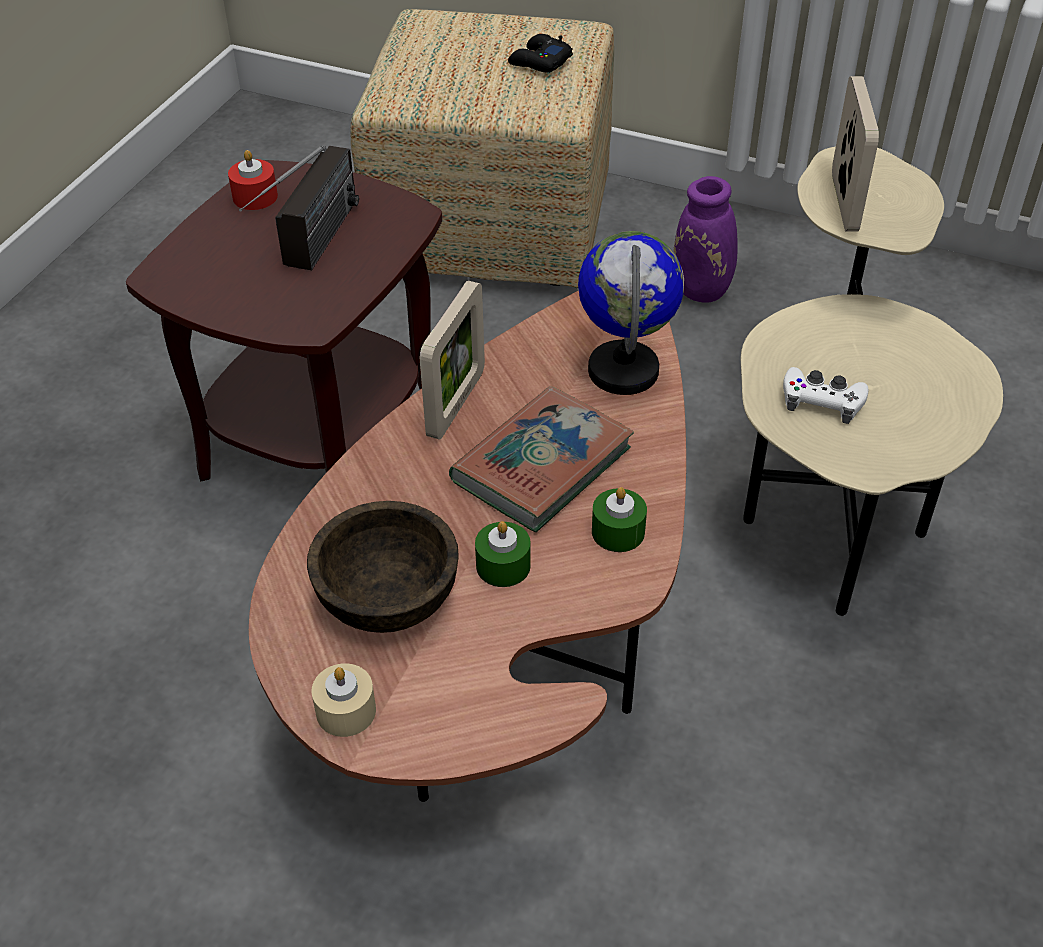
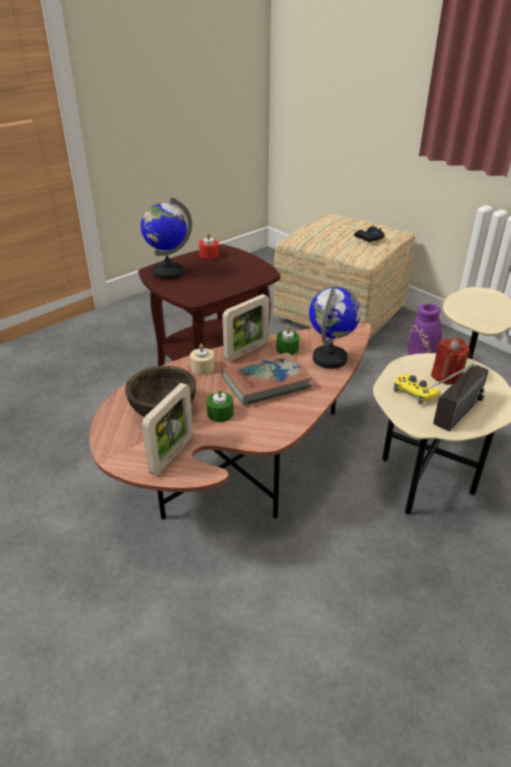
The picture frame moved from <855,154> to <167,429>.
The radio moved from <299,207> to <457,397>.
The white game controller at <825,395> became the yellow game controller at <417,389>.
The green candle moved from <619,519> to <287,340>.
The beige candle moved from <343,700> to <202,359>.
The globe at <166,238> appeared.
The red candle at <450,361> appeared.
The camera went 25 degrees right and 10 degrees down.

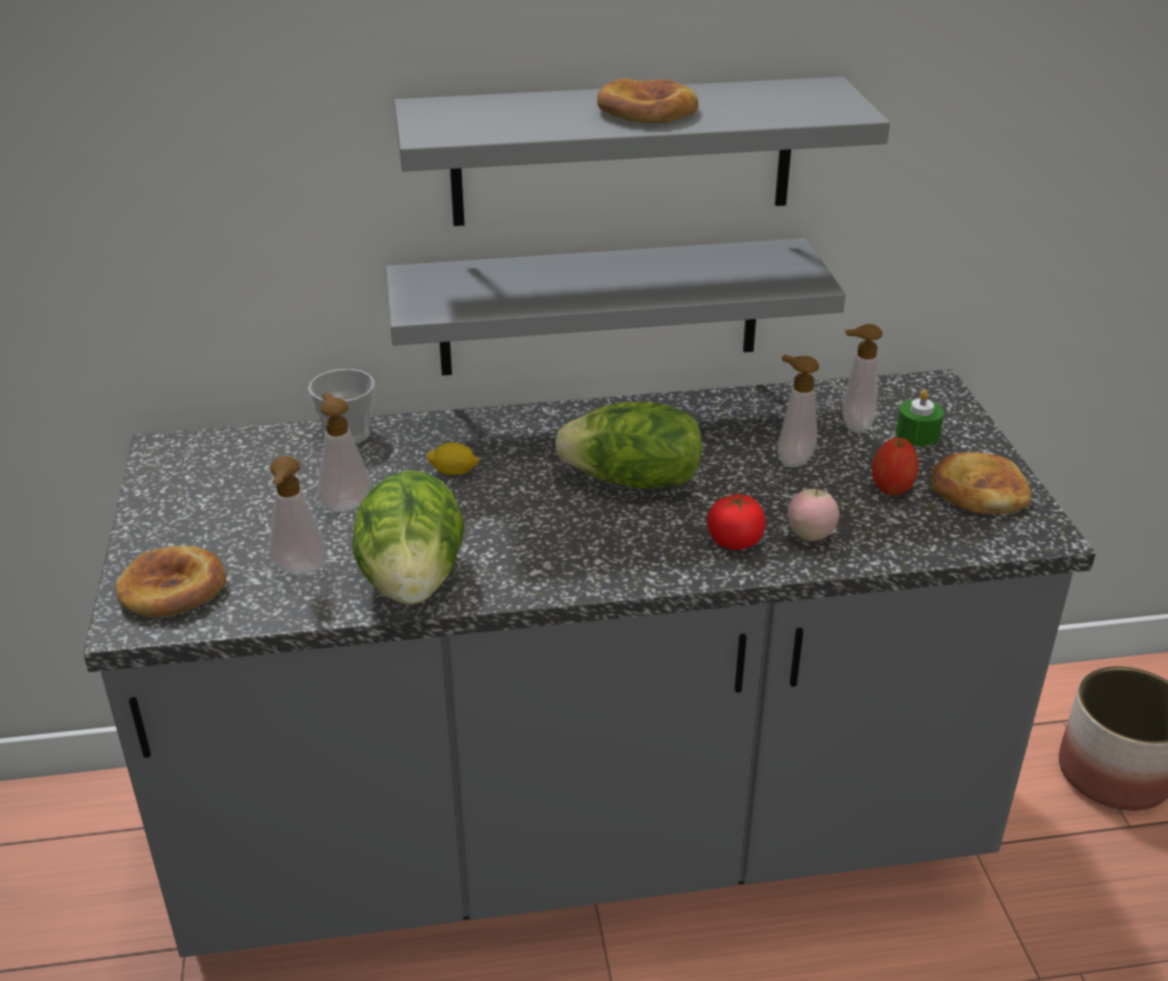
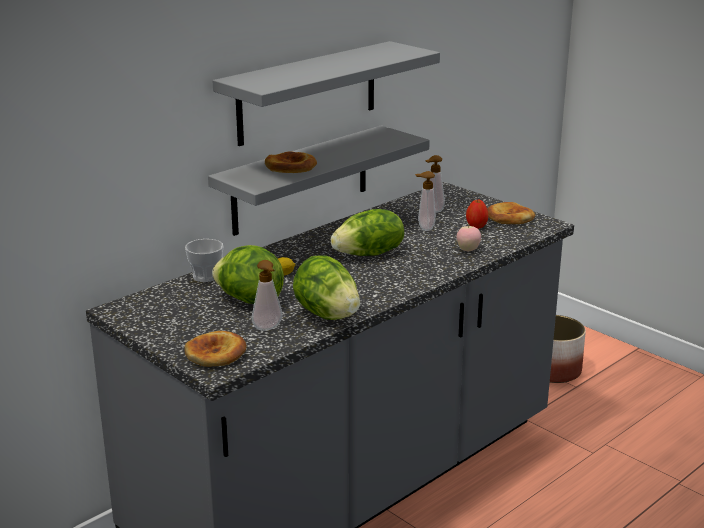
The bread moved from <647,101> to <291,162>.
The green candle at <920,417> disappeared.
The soap dispenser at <344,452> was replaced by the lettuce at <248,274>.
The tomato at <736,522> disappeared.
The camera went 35 degrees left and 10 degrees down.

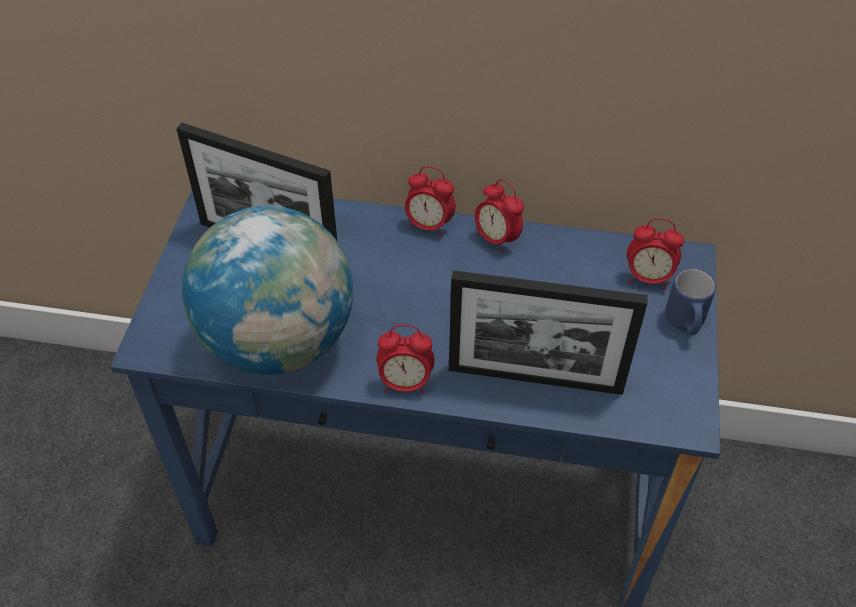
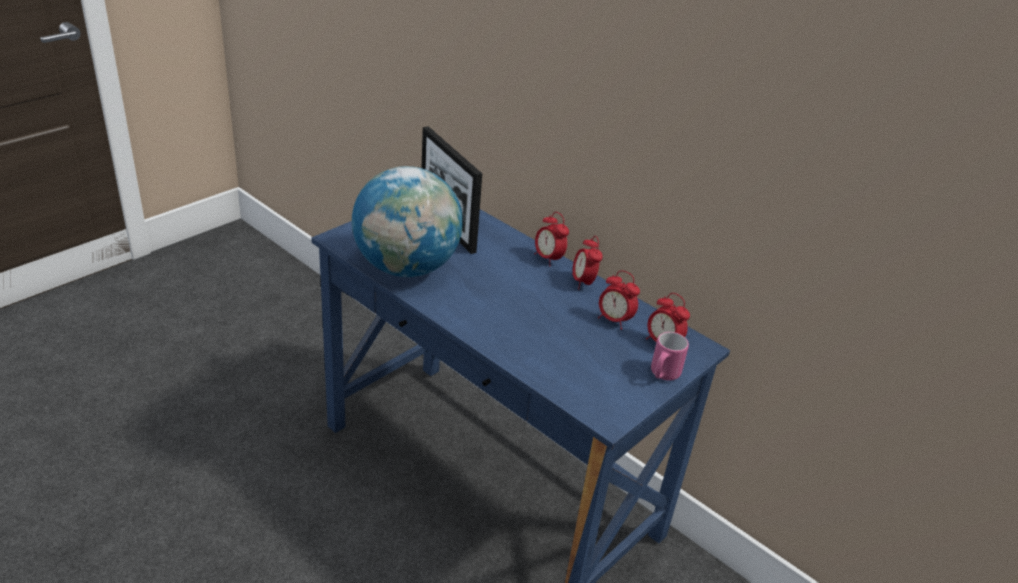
The blue mug at <690,302> became the pink mug at <670,356>.
The picture frame at <548,332> disappeared.
The alarm clock moved from <405,360> to <619,300>.
The camera went 30 degrees right and 15 degrees down.

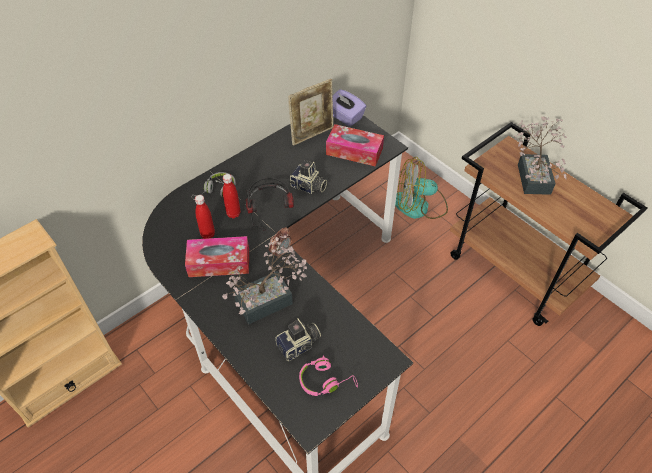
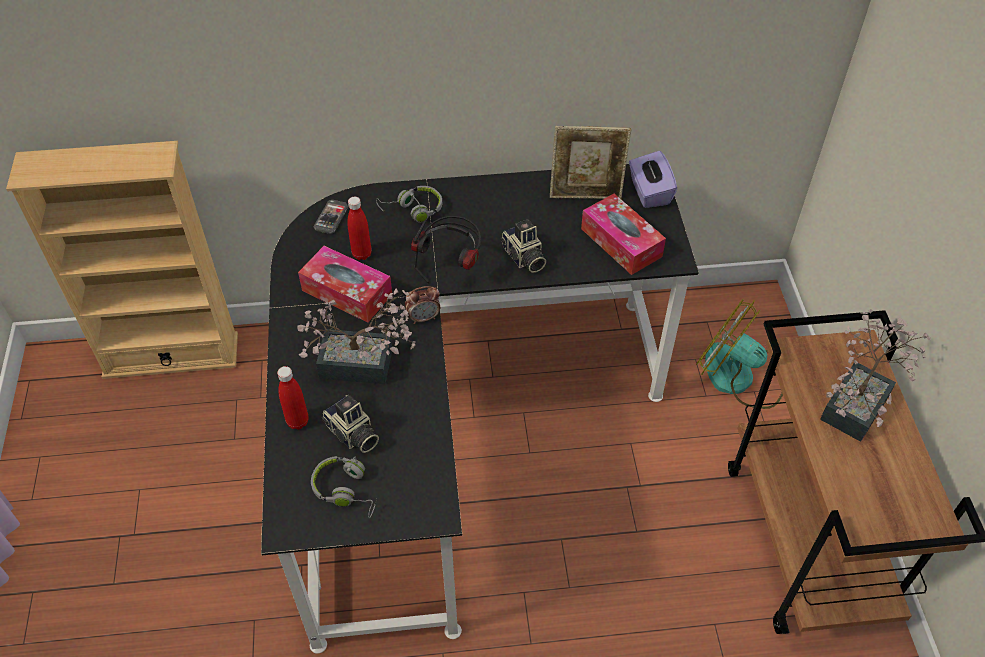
The red bottle moved from <231,196> to <293,398>.
The photo camera at <298,339> turned 45 degrees clockwise.
The pink headphones at <328,375> became the grey headphones at <344,487>.
The phone at <331,217> appeared.
The camera went 35 degrees right and 0 degrees up.

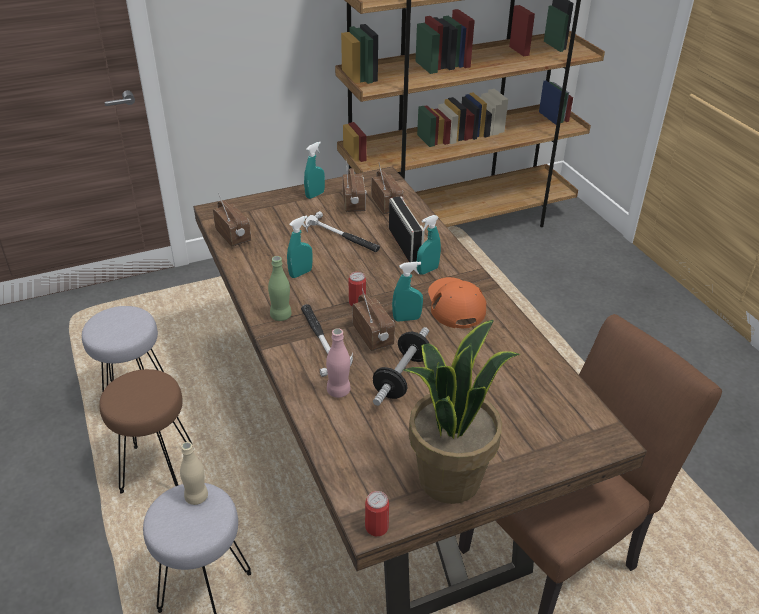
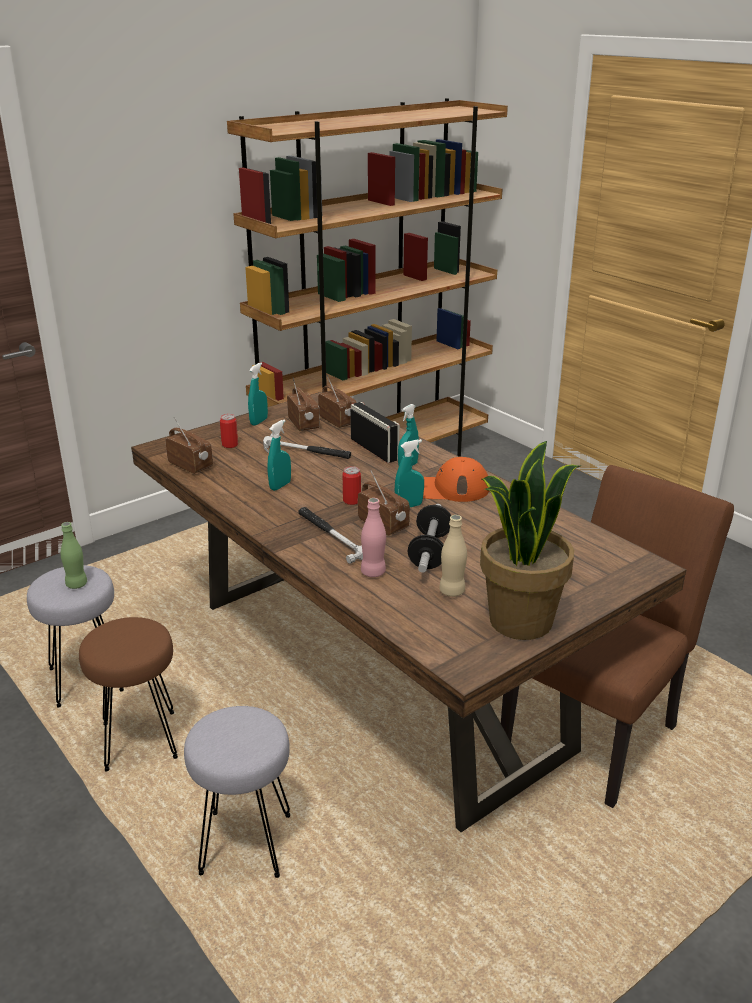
The green bottle moved from <280,288> to <74,555>.
The orange cap at <457,302> turned 60 degrees counterclockwise.
The beige bottle moved from <194,473> to <453,556>.
The can moved from <377,513> to <229,431>.
The camera went 15 degrees left and 10 degrees down.

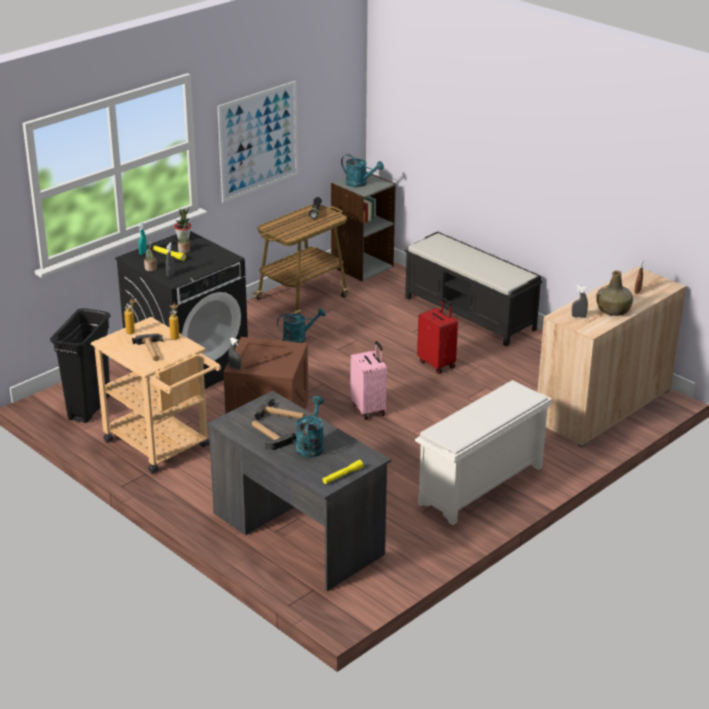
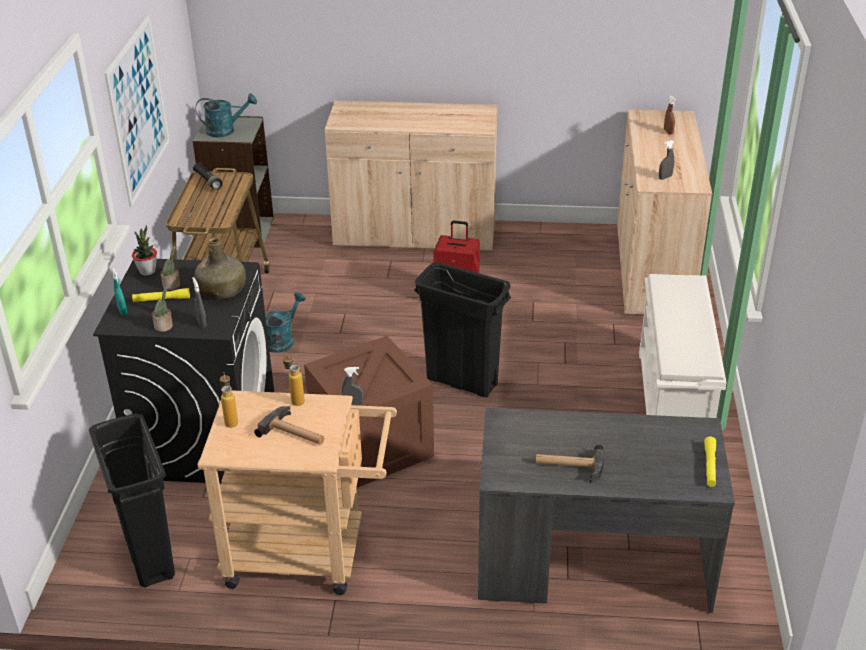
The black bench at <474,289> was replaced by the beige cabinet at <411,176>.
The green bottle moved from <614,293> to <220,268>.
The pink suitcase at <368,380> was replaced by the black trash can at <462,330>.
The turquoise watering can at <309,427> disappeared.
The hammer at <280,409> disappeared.
The camera went 40 degrees left and 5 degrees up.

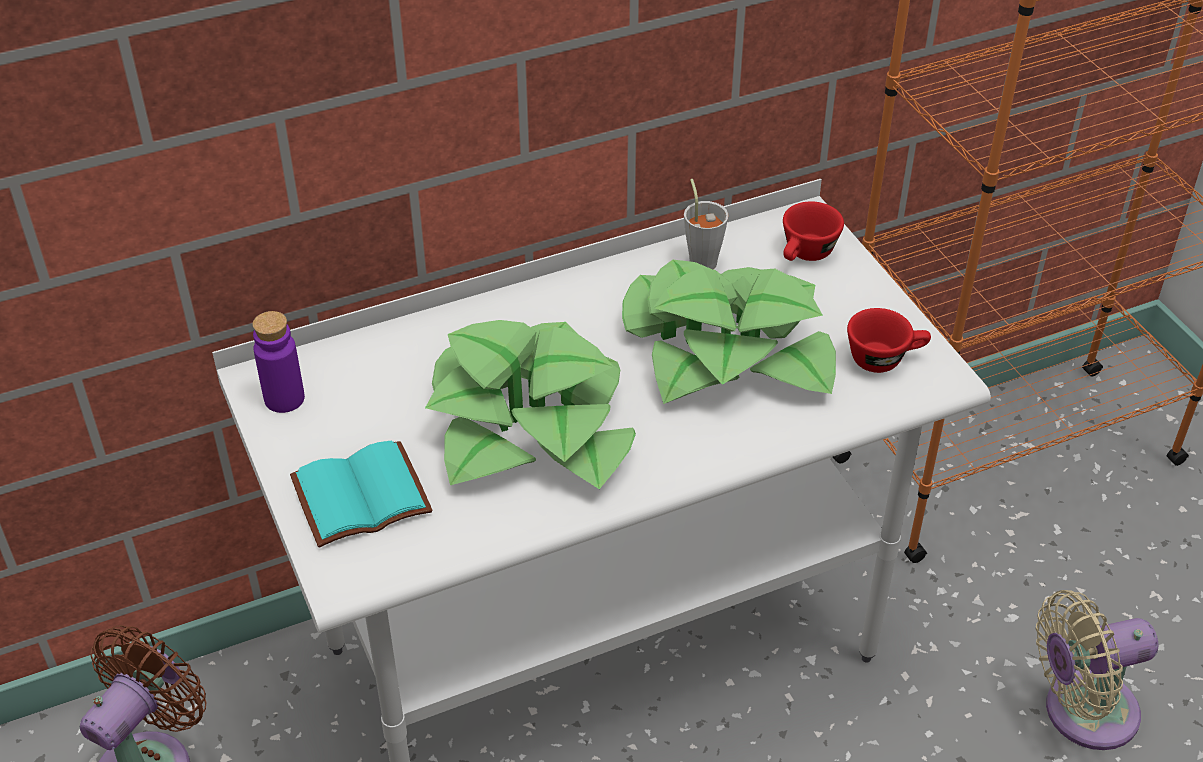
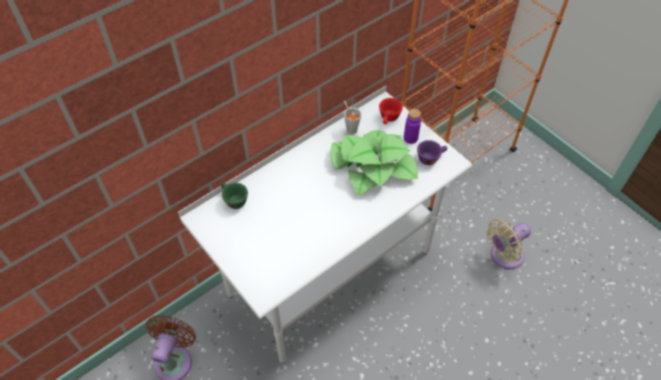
The red cup at <889,340> became the purple cup at <432,152>.
The purple bottle moved from <279,362> to <412,126>.
The potted plant at <530,404> disappeared.
The turquoise book at <361,494> disappeared.
The green cup at <234,196> appeared.
The camera went 15 degrees left and 10 degrees up.

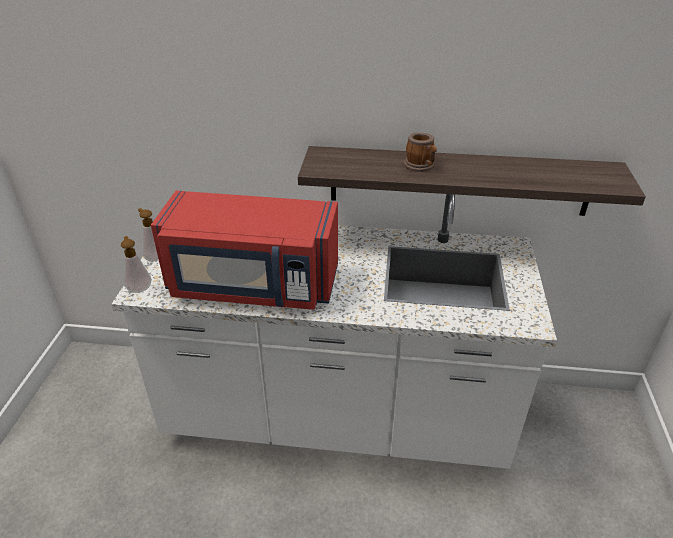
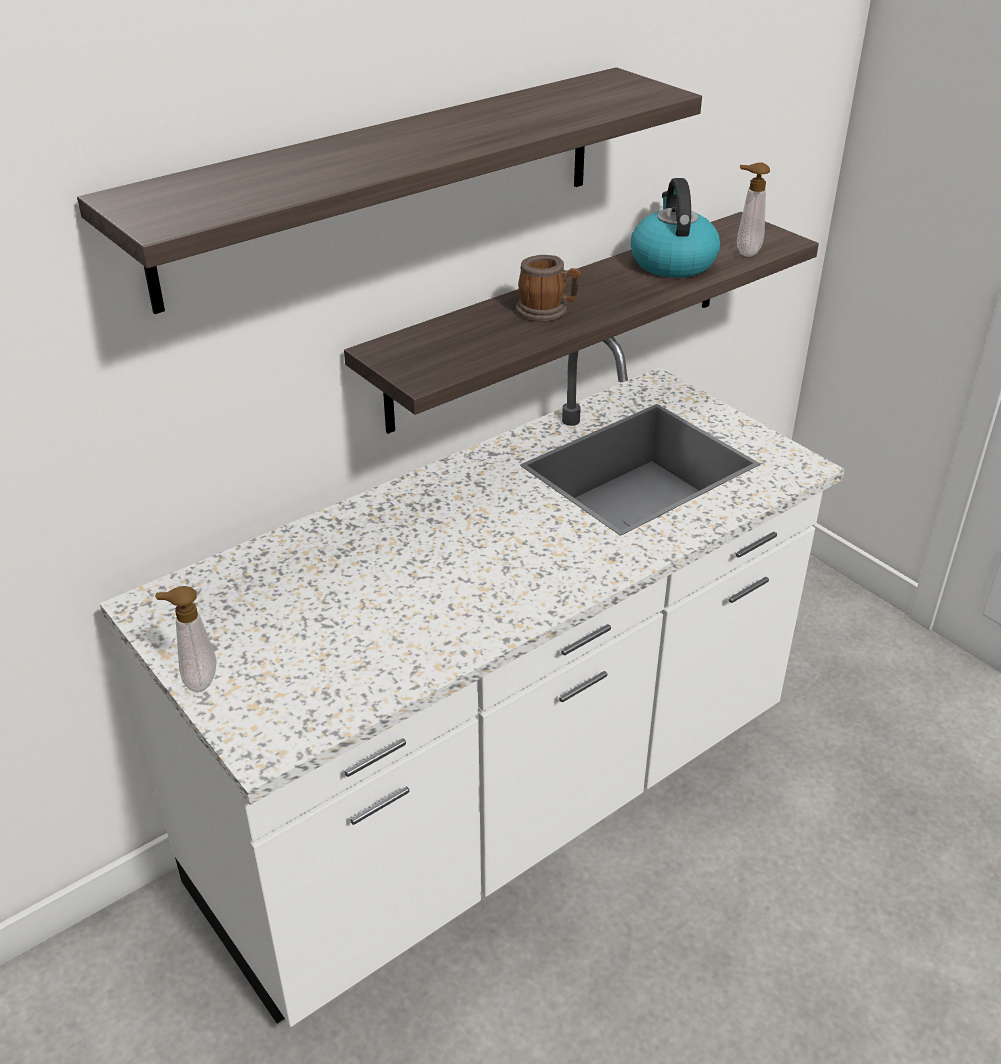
The red microwave at <244,250> disappeared.
The soap dispenser moved from <136,264> to <753,209>.
The shelf at <389,190> appeared.
The kettle at <675,228> appeared.
The camera went 45 degrees left and 0 degrees up.

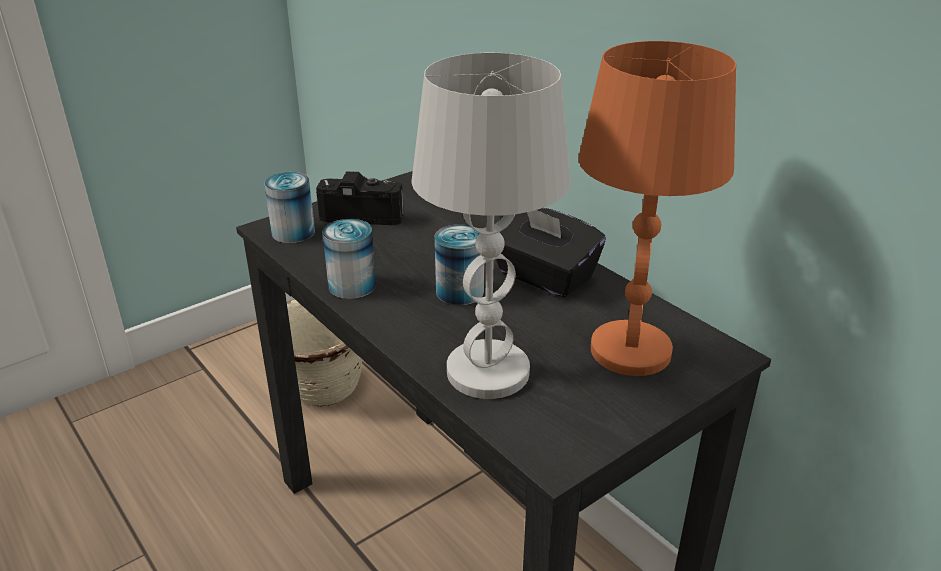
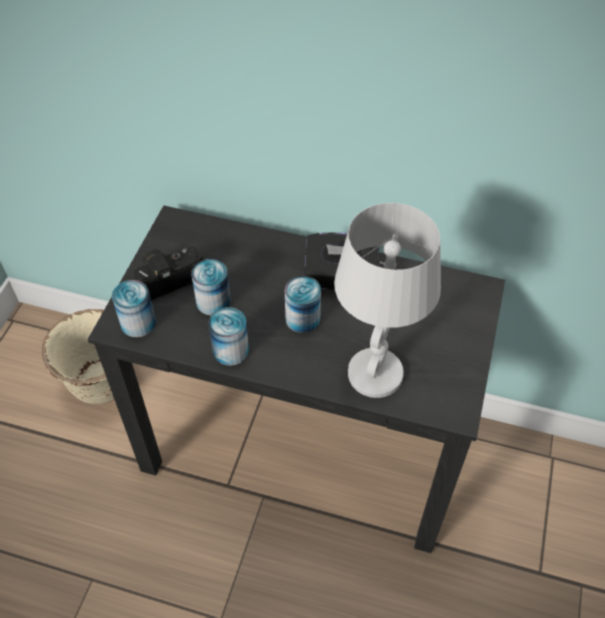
The orange table lamp at <657,208> disappeared.
The can at <211,287> appeared.
The camera went 35 degrees left and 20 degrees up.

